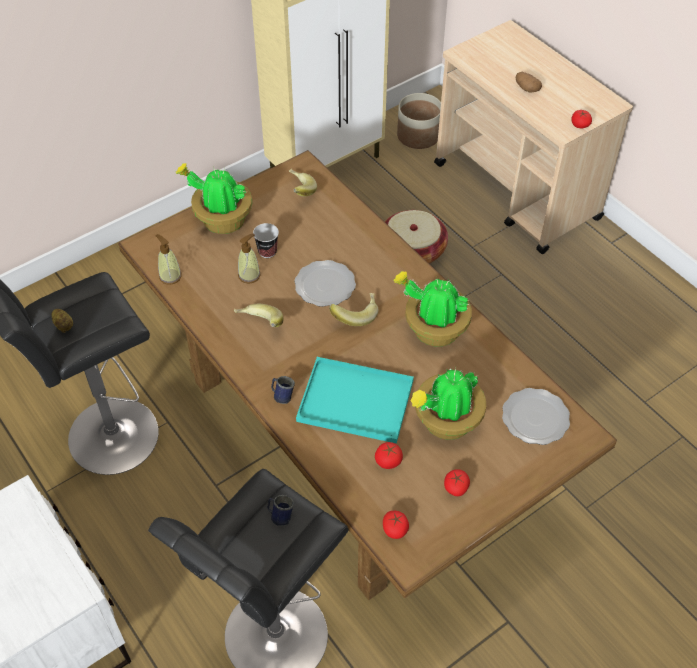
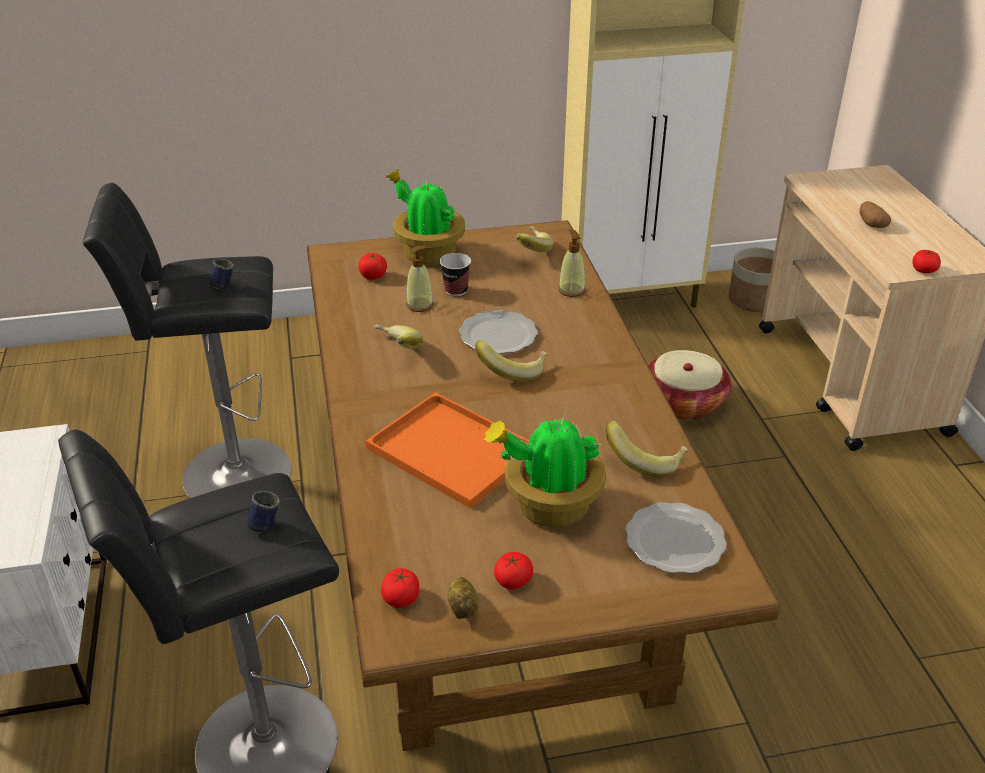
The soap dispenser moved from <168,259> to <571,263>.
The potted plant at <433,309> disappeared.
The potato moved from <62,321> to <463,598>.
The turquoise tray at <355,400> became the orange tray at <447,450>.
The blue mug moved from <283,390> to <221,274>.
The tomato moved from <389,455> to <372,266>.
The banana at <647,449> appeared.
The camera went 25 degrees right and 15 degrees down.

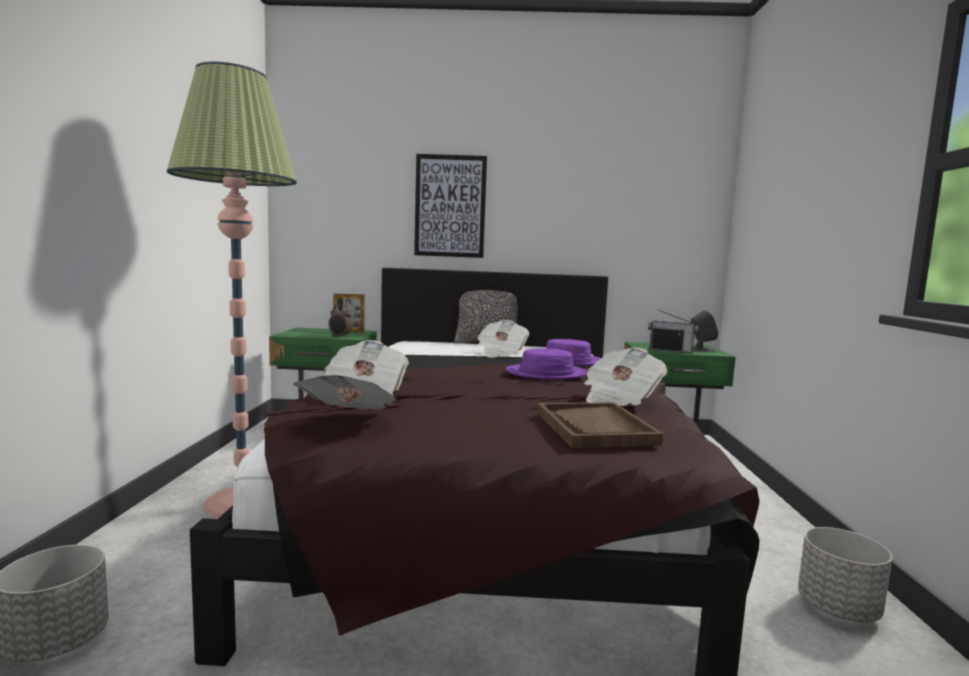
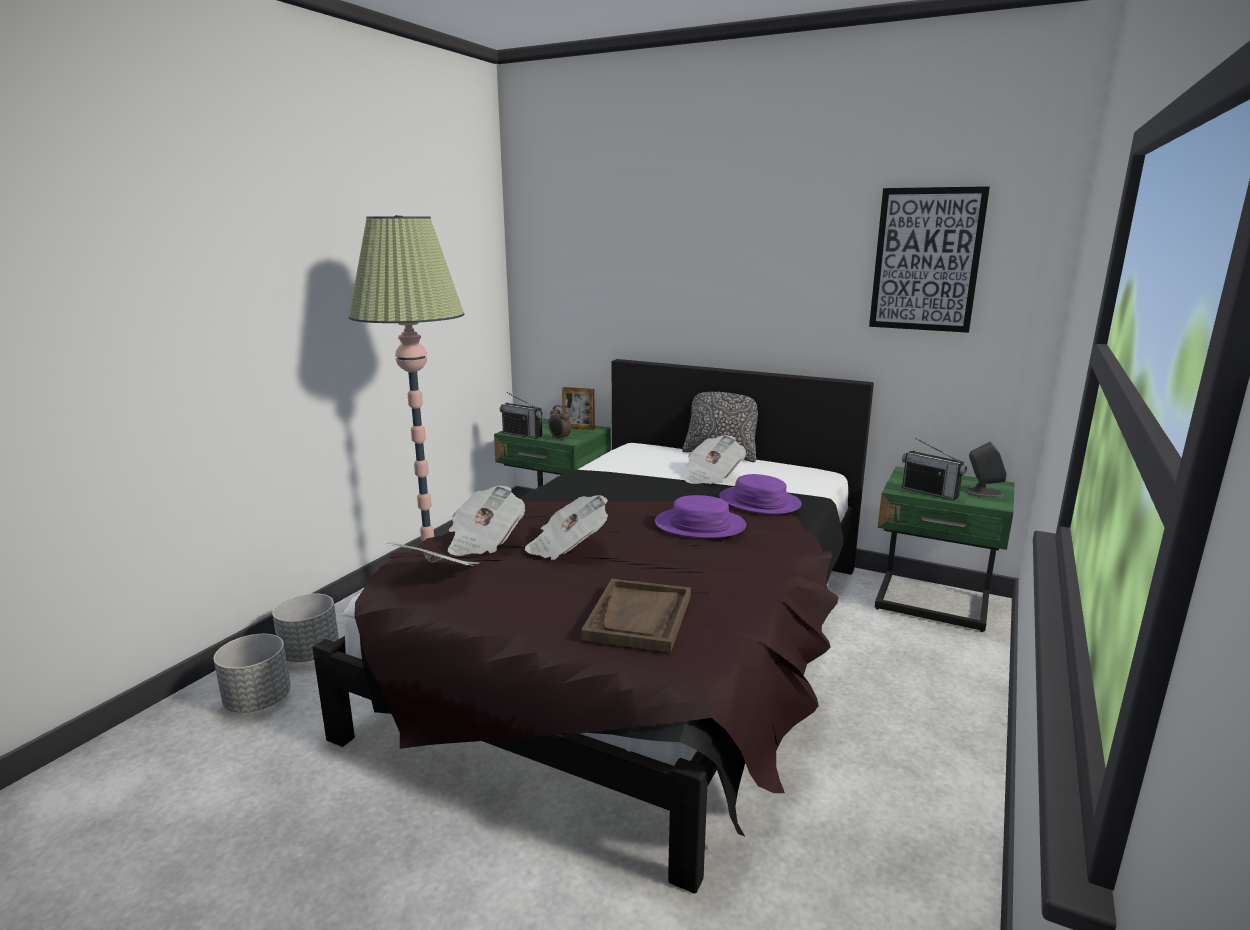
The picture moved from <450,206> to <929,259>.
The newspaper moved from <625,377> to <566,527>.
The grey planter moved from <845,574> to <305,627>.
The radio at <521,415> appeared.
The camera went 25 degrees right and 10 degrees up.

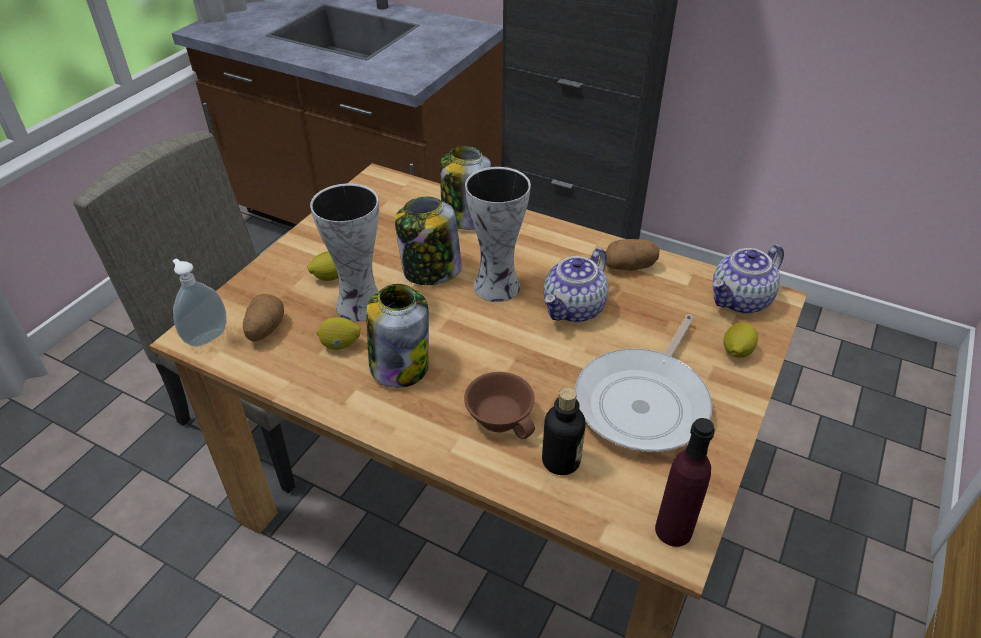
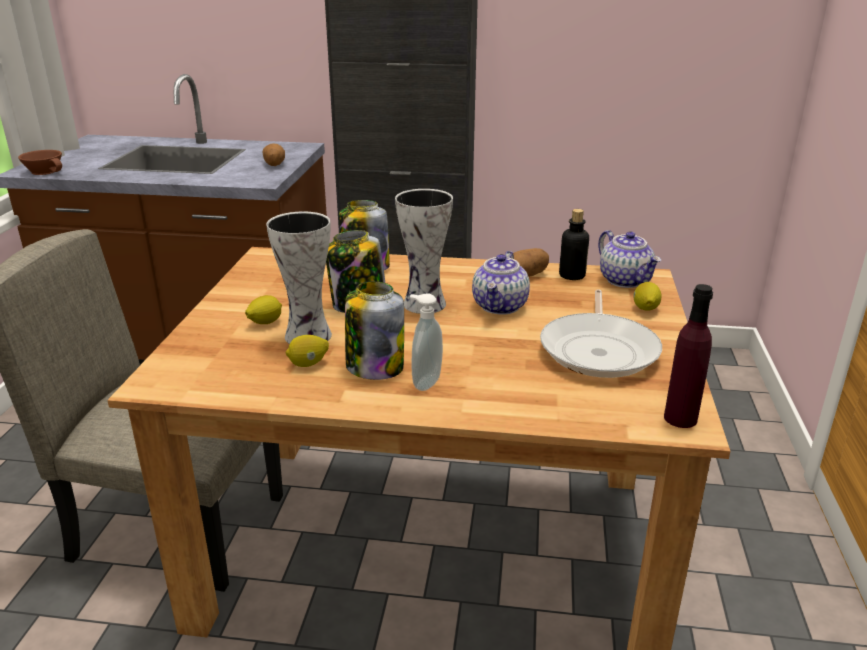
The teapot at <748,279> turned 60 degrees counterclockwise.
The soap dispenser moved from <200,302> to <426,342>.
The potato moved from <263,318> to <274,154>.
The brown cup moved from <499,405> to <40,162>.
The bottle moved from <563,431> to <574,244>.
The camera went 20 degrees left and 15 degrees down.

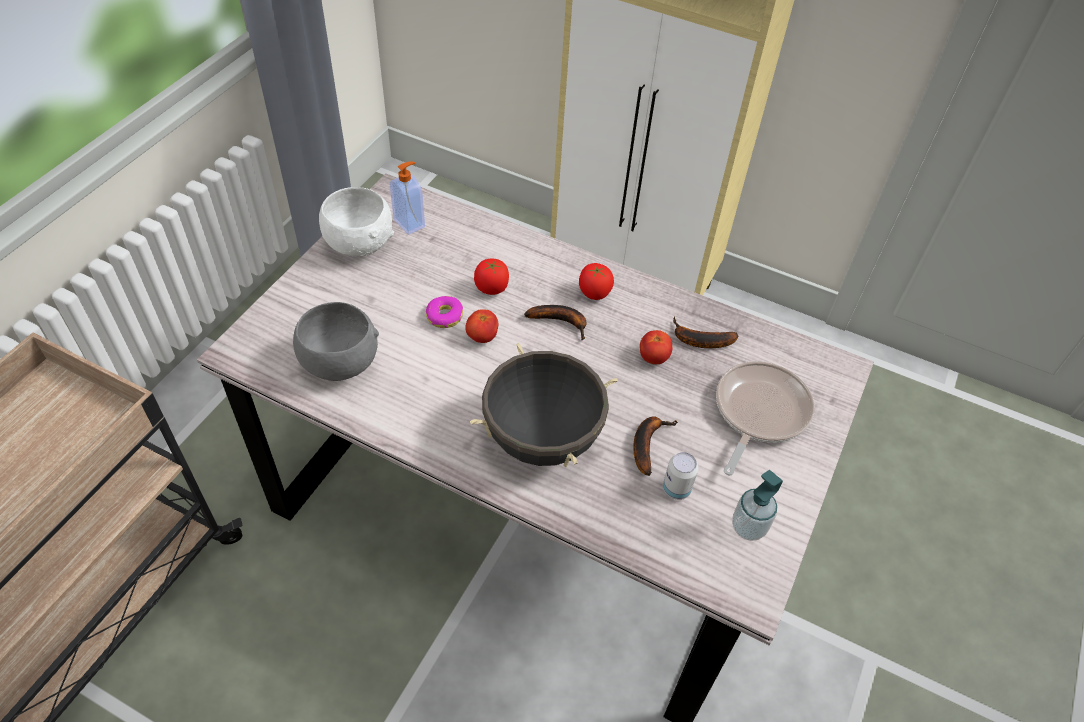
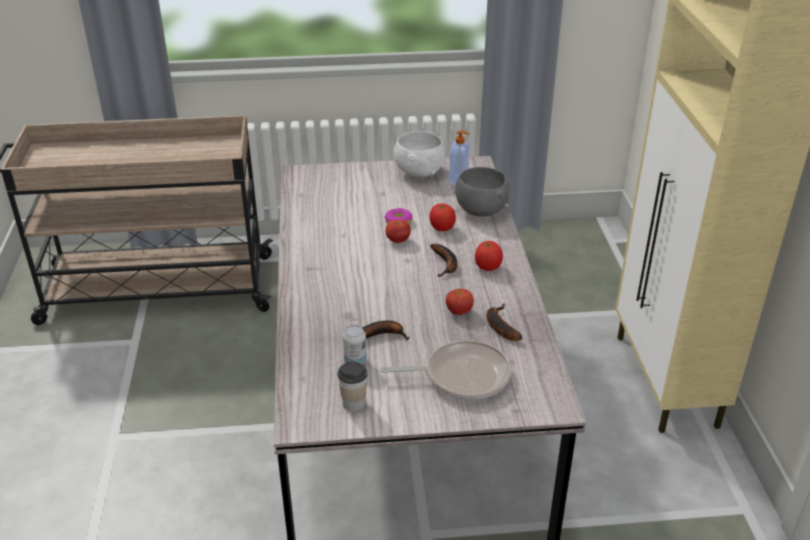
The grey bowl moved from <336,341> to <482,192>.
The black cooking pot at <544,405> disappeared.
The soap dispenser at <757,505> was replaced by the cup at <353,386>.
The camera went 60 degrees right and 15 degrees down.

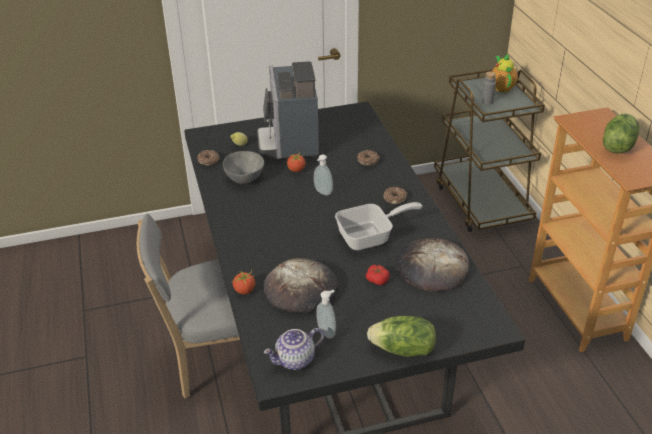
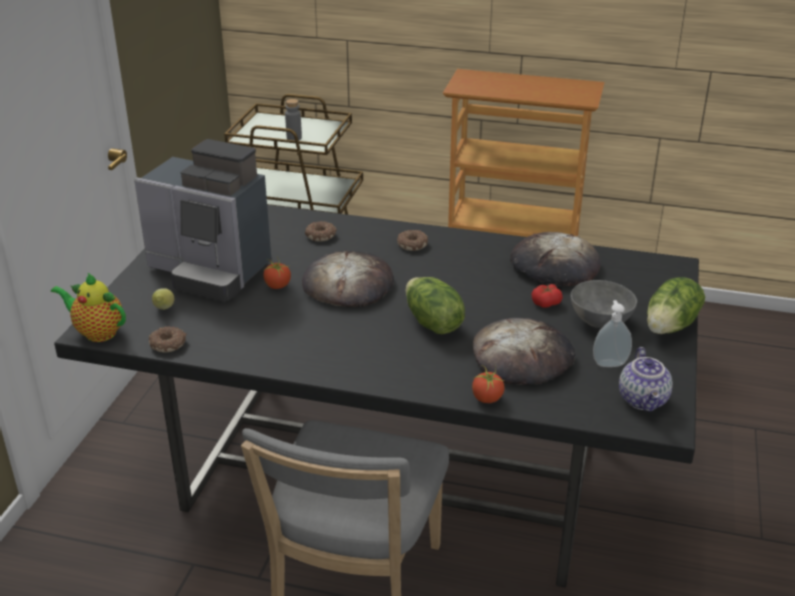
The teapot moved from <505,73> to <88,307>.
The lettuce moved from <621,133> to <435,305>.
The grey bowl moved from <243,167> to <603,304>.
The soap dispenser at <323,175> was replaced by the bread at <348,278>.
The frying pan at <378,226> disappeared.
The camera went 60 degrees left and 5 degrees down.

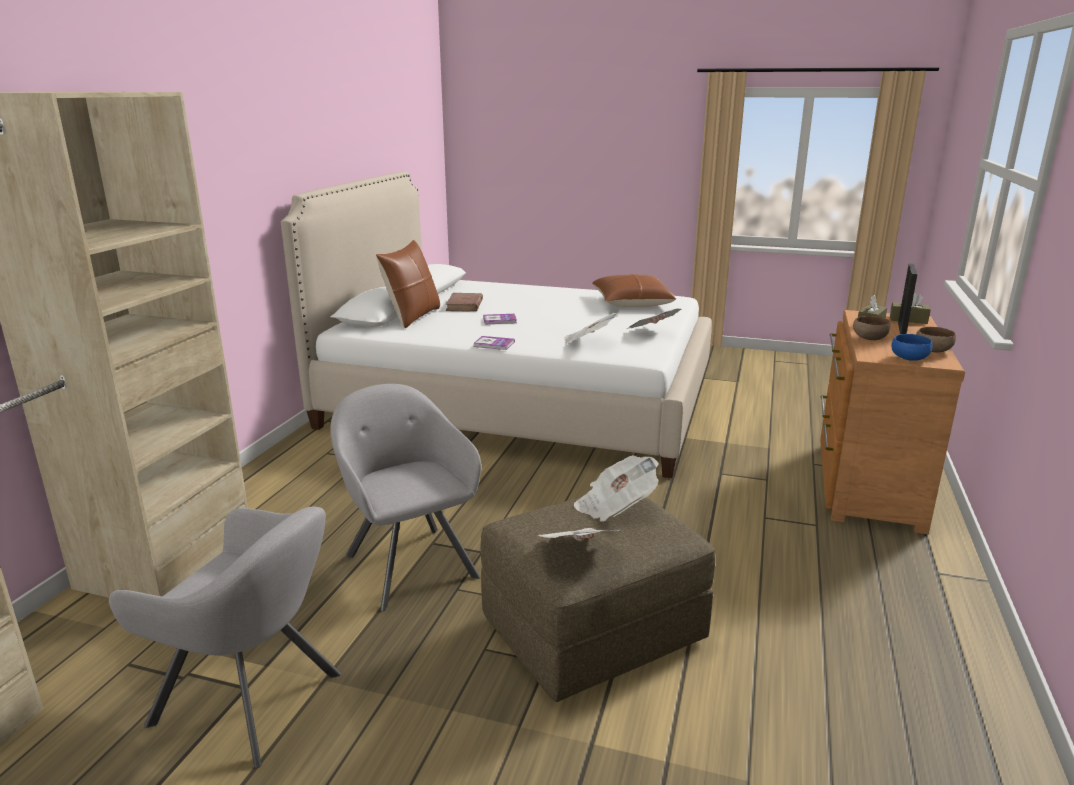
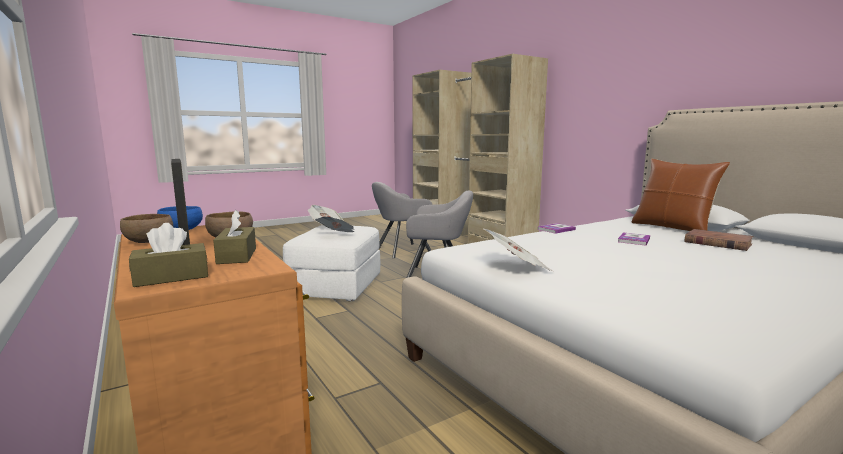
The brown pillow at <634,290> disappeared.
The newspaper at <591,328> disappeared.
The brown ottoman at <598,599> became the white ottoman at <331,263>.
The camera went 130 degrees right and 10 degrees down.

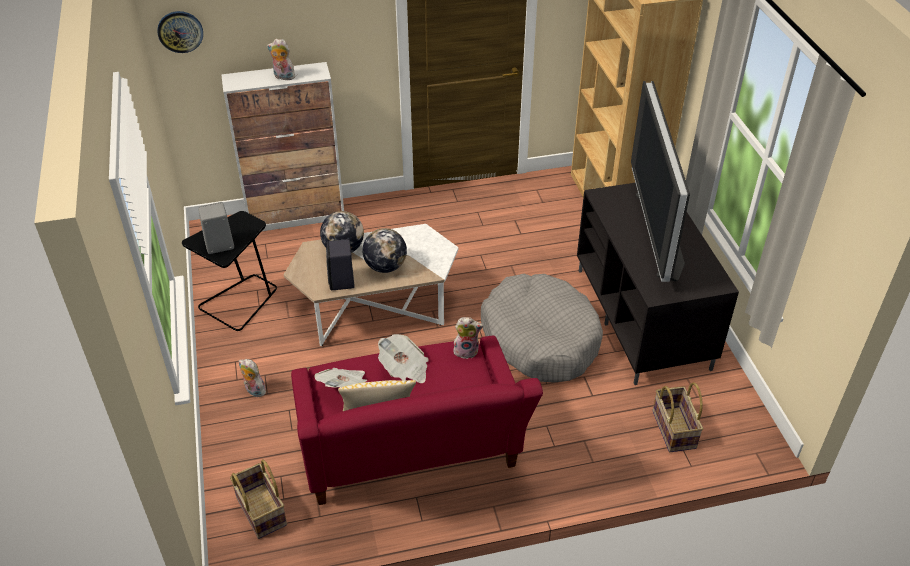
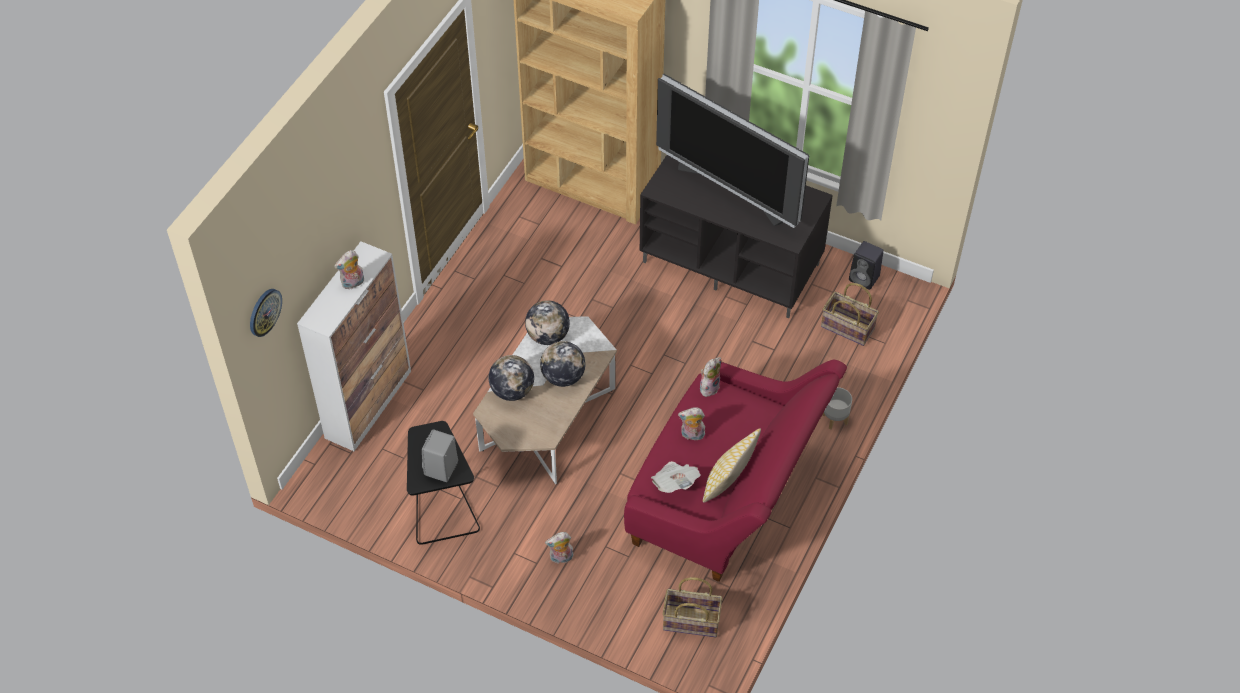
The black speaker moved from <340,264> to <866,265>.
The grey dog bed at <542,328> disappeared.
The newspaper at <403,358> was replaced by the plush toy at <691,424>.
The globe at <547,322> appeared.
The grey planter at <837,408> appeared.
The camera went 50 degrees left and 10 degrees up.

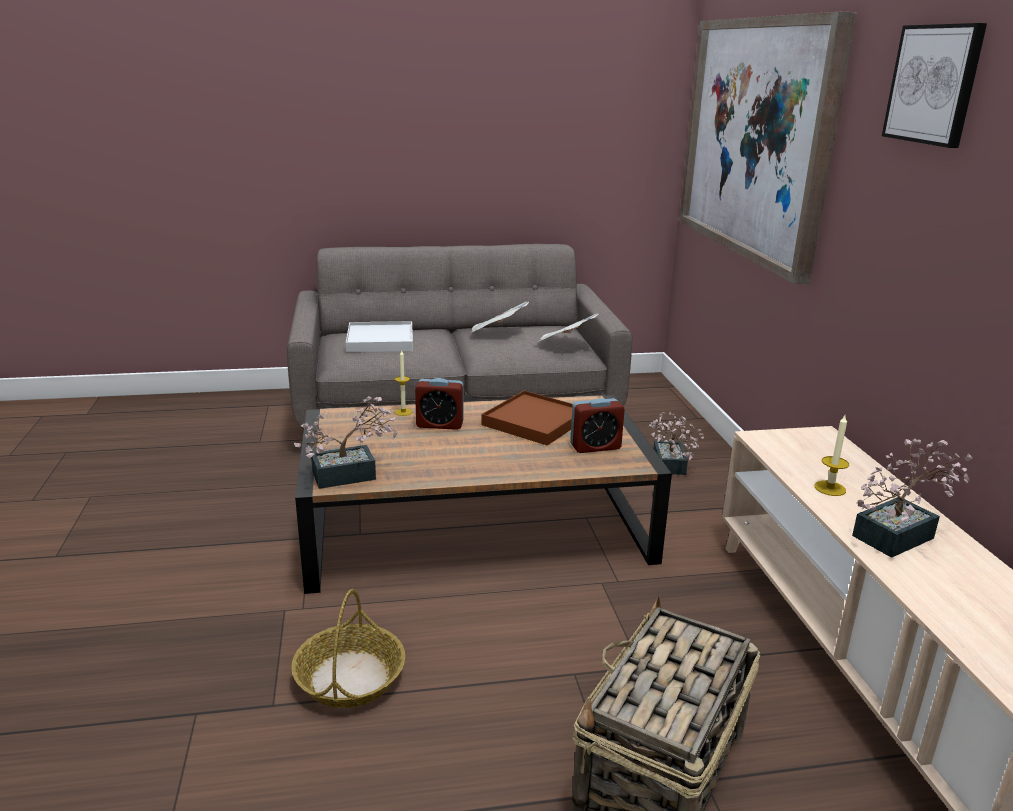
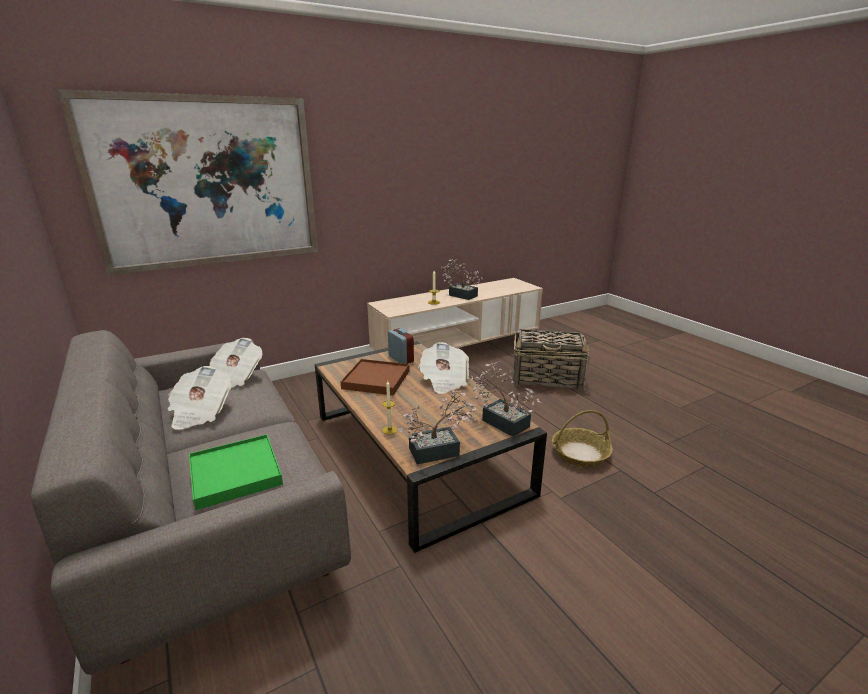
The picture at <934,85> disappeared.
The white tray at <379,336> became the green tray at <236,472>.
The alarm clock at <439,404> disappeared.
The potted plant moved from <676,443> to <437,427>.
The newspaper at <444,368> appeared.
The camera went 110 degrees left and 0 degrees up.

